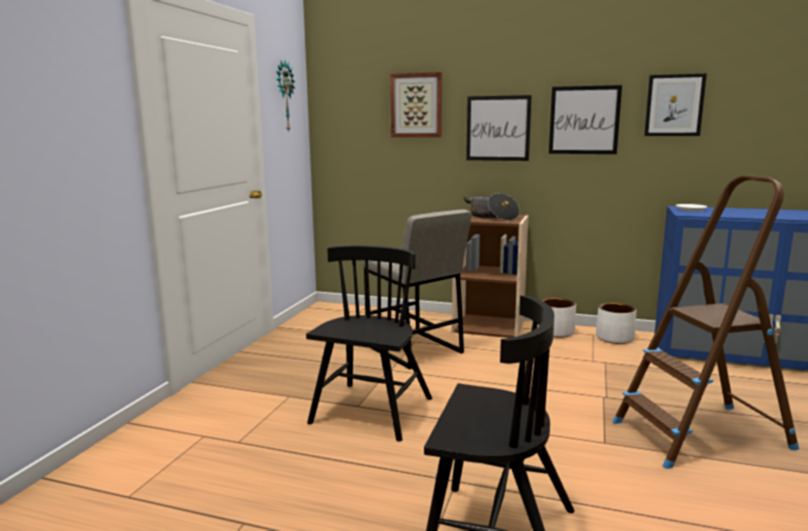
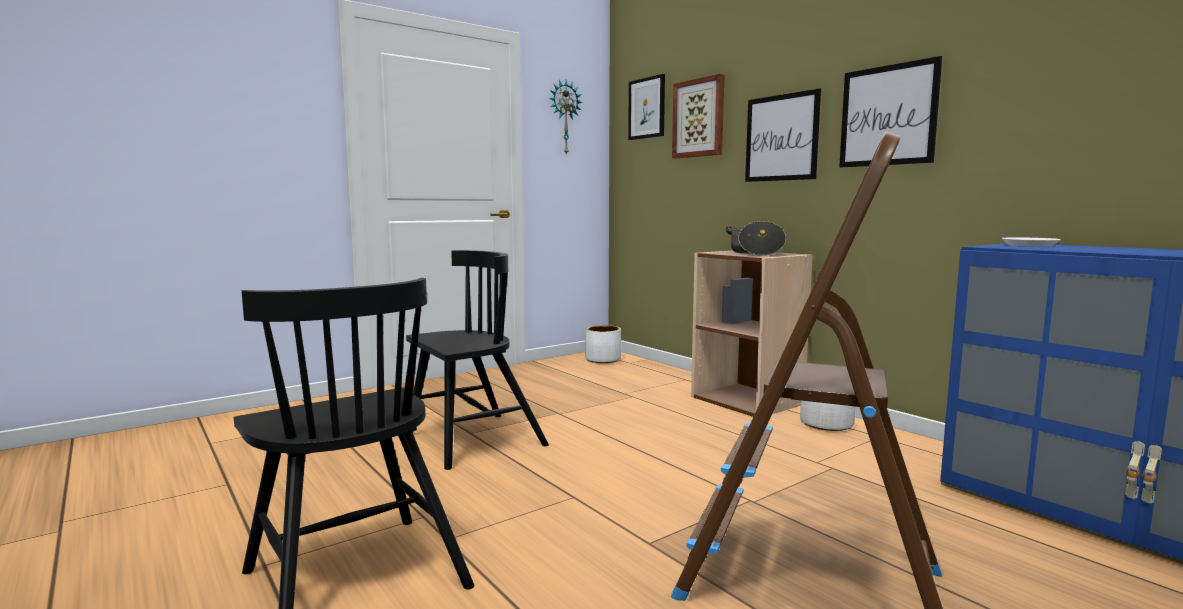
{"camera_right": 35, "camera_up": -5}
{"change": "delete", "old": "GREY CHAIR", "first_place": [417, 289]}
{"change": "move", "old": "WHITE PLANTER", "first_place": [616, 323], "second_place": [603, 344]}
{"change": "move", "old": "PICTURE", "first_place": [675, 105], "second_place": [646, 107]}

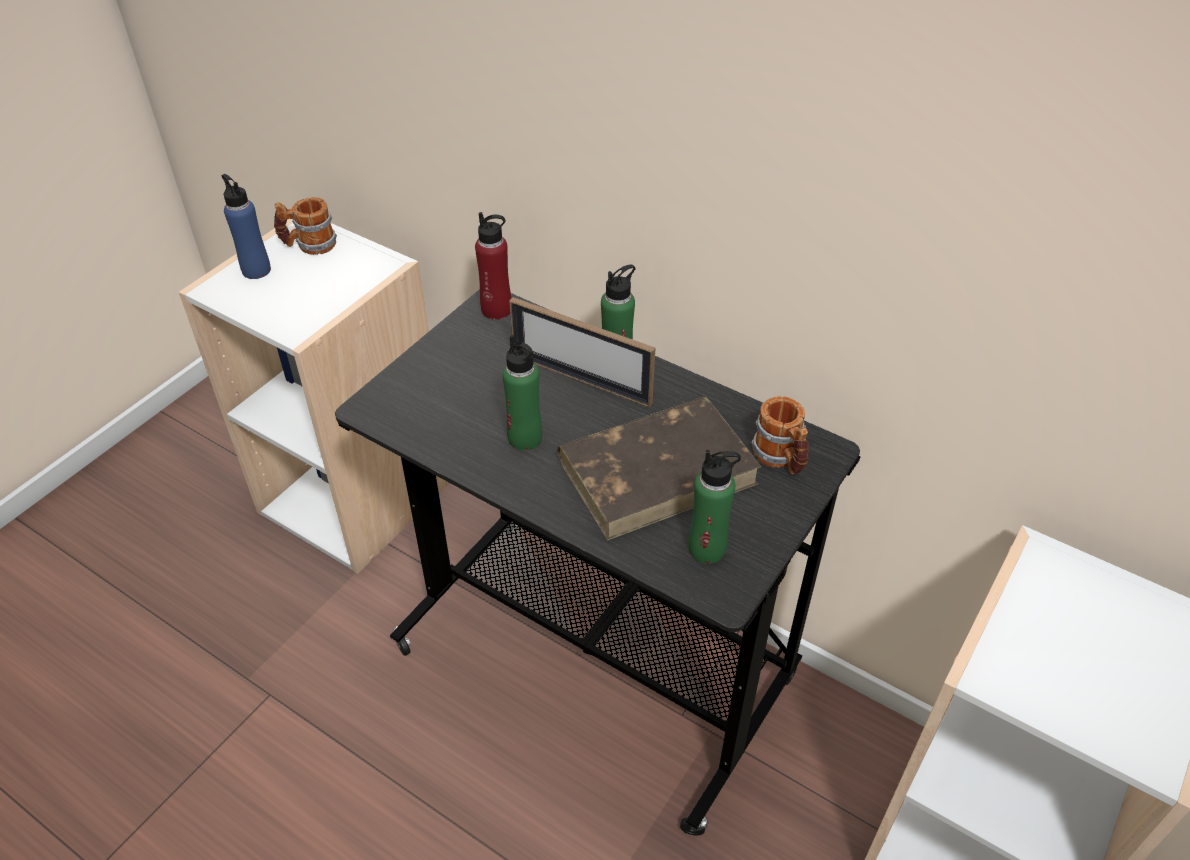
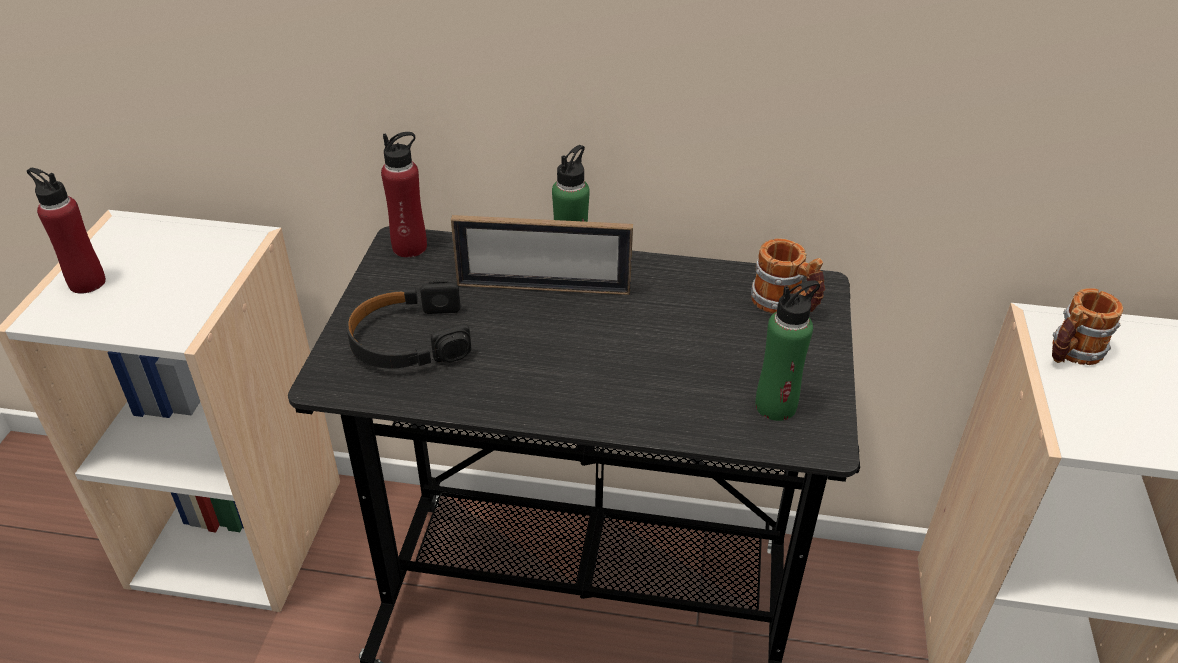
{"camera_right": -25, "camera_up": -5}
{"change": "recolor", "old": "BLUE BOTTLE", "new": "RED BOTTLE", "first_place": [246, 226], "second_place": [66, 231]}
{"change": "move", "old": "MUG", "first_place": [305, 226], "second_place": [1087, 326]}
{"change": "delete", "old": "GREEN BOTTLE", "first_place": [522, 392]}
{"change": "delete", "old": "BROWN BOOK", "first_place": [659, 469]}
{"change": "insert", "new": "BLACK HEADPHONES", "second_place": [408, 324]}

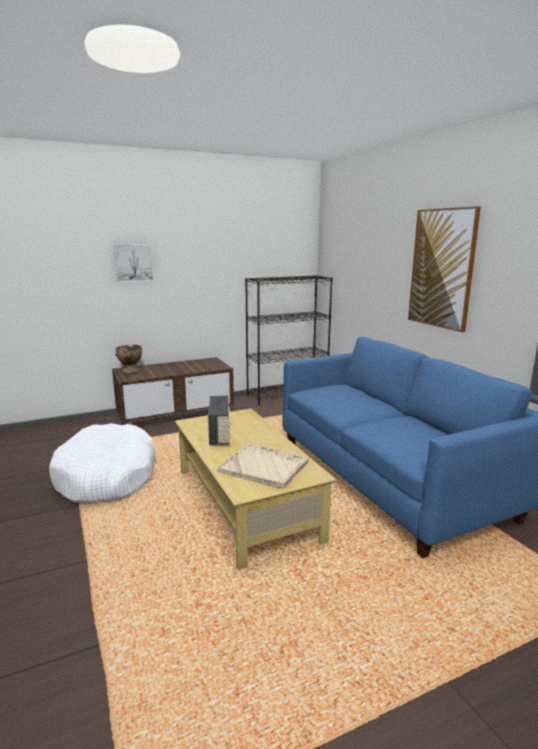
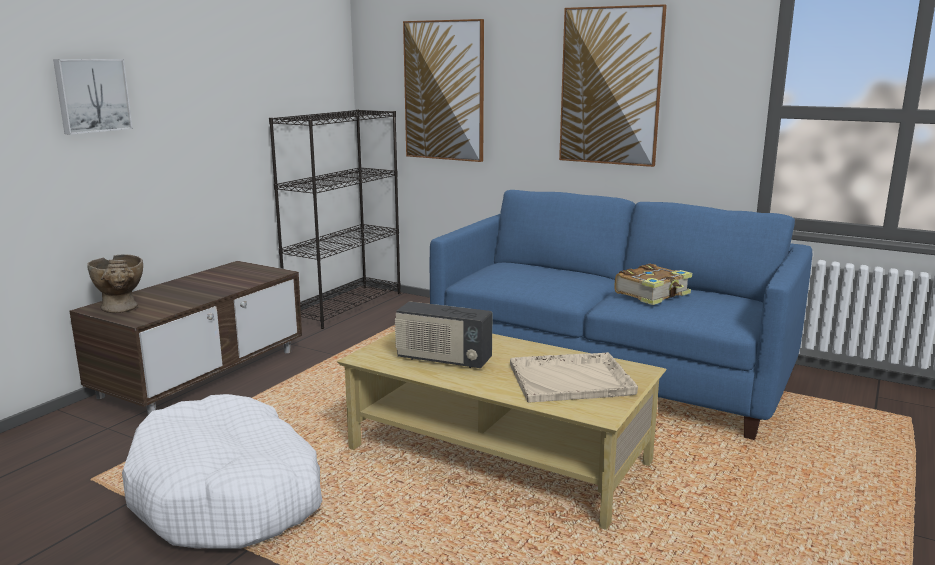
{"camera_right": -35, "camera_up": 0}
{"change": "rotate", "old": "RADIO", "first_place": [219, 420], "second_place": [443, 334], "degrees": 150}
{"change": "insert", "new": "PICTURE", "second_place": [443, 90]}
{"change": "insert", "new": "BOOK", "second_place": [653, 284]}

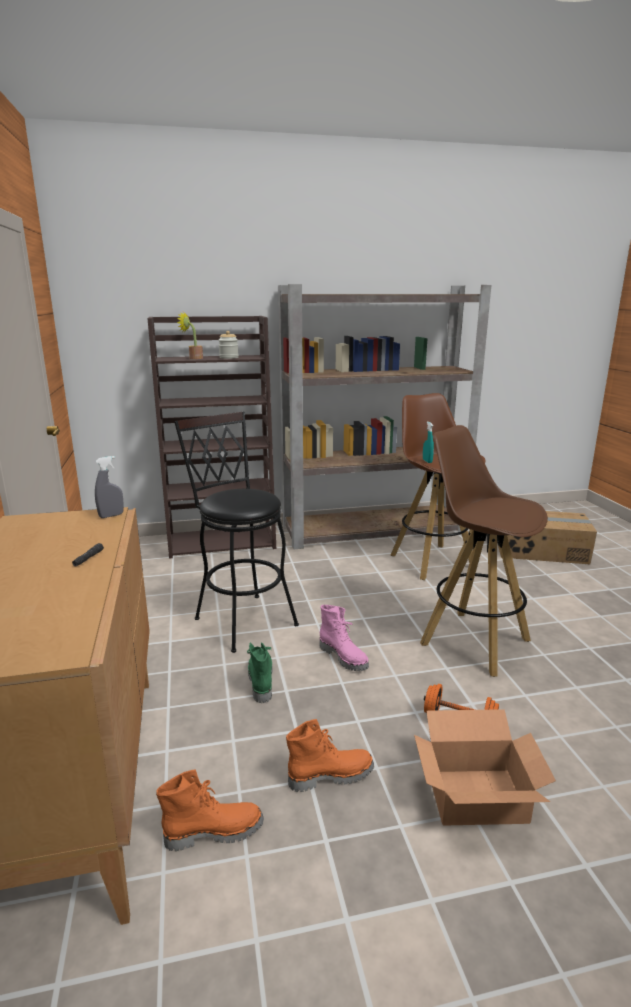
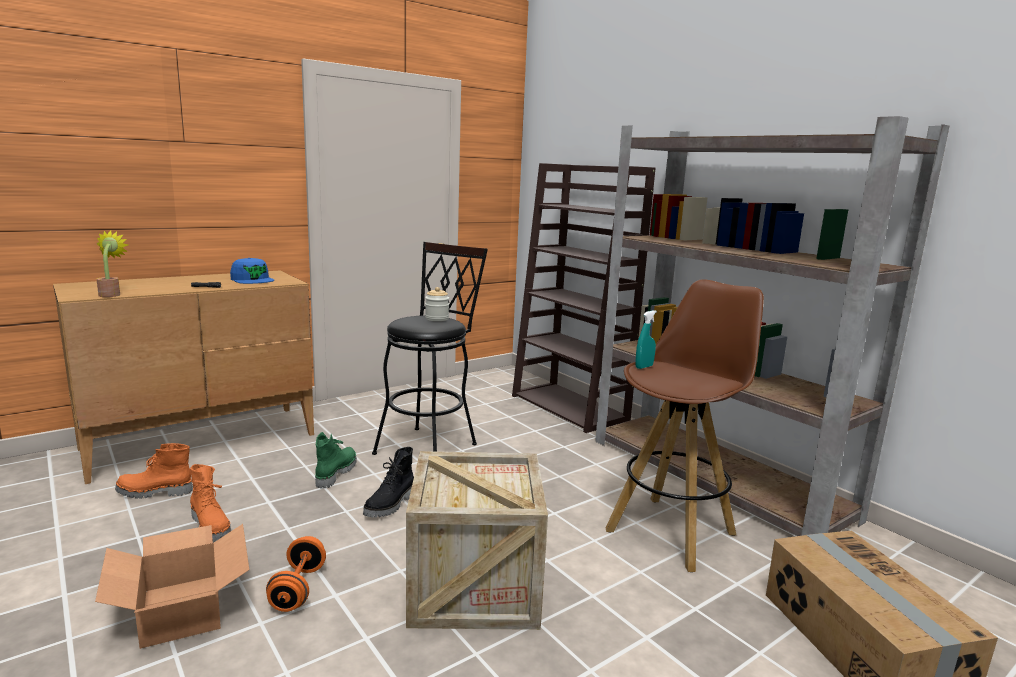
{"camera_right": 65, "camera_up": -5}
{"change": "delete", "old": "GREY SPRAY BOTTLE", "first_place": [109, 487]}
{"change": "rotate", "old": "ORANGE BOOT", "first_place": [210, 810], "second_place": [154, 471], "degrees": 120}
{"change": "move", "old": "POTTED PLANT", "first_place": [190, 335], "second_place": [112, 263]}
{"change": "move", "old": "JAR", "first_place": [229, 345], "second_place": [437, 304]}
{"change": "rotate", "old": "GREEN BOOT", "first_place": [260, 672], "second_place": [336, 460], "degrees": -45}
{"change": "recolor", "old": "PINK BOOT", "new": "BLACK BOOT", "first_place": [344, 638], "second_place": [388, 482]}
{"change": "replace", "old": "BROWN STOOL", "new": "CRATE", "first_place": [484, 551], "second_place": [477, 540]}
{"change": "insert", "new": "BLUE CAP", "second_place": [252, 271]}

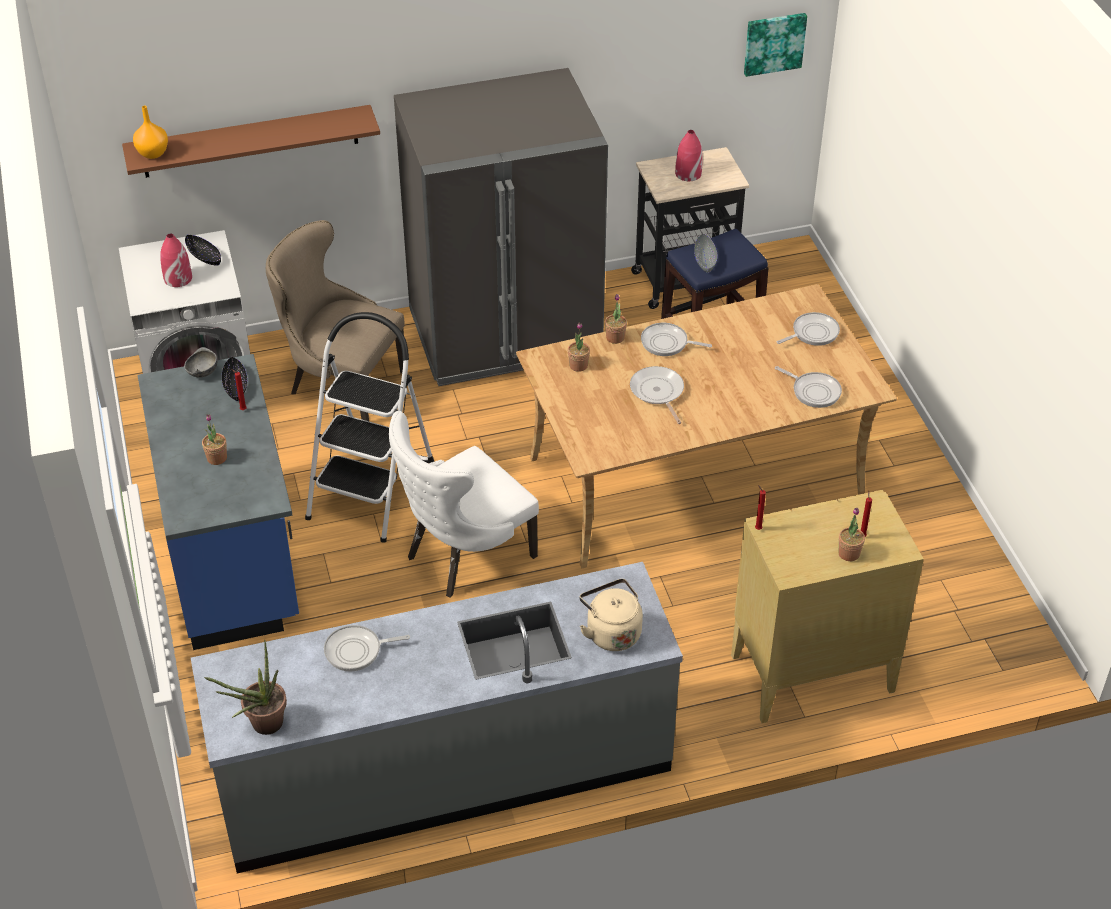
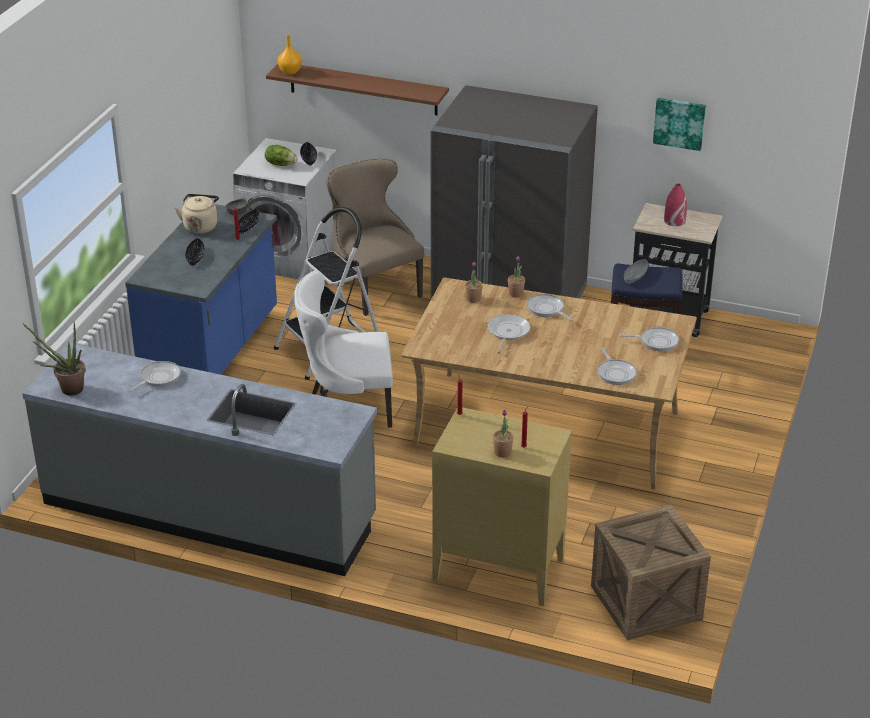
{"camera_right": 35, "camera_up": -10}
{"change": "replace", "old": "RED VASE", "new": "LETTUCE", "first_place": [176, 260], "second_place": [281, 155]}
{"change": "replace", "old": "POTTED PLANT", "new": "BLACK BOWL", "first_place": [214, 439], "second_place": [195, 252]}
{"change": "rotate", "old": "FRYING PAN", "first_place": [367, 648], "second_place": [155, 376], "degrees": 105}
{"change": "move", "old": "BEIGE KETTLE", "first_place": [611, 615], "second_place": [197, 214]}
{"change": "move", "old": "PICTURE", "first_place": [775, 45], "second_place": [679, 124]}
{"change": "insert", "new": "CRATE", "second_place": [651, 572]}

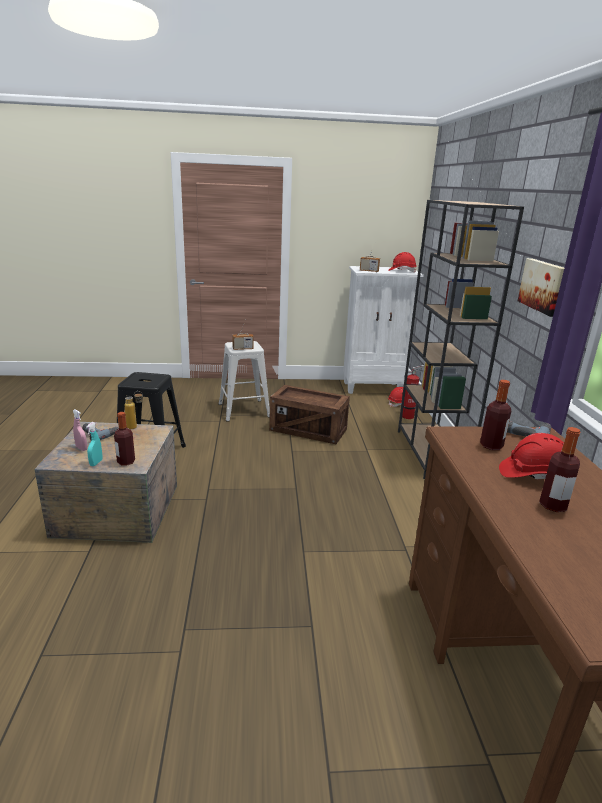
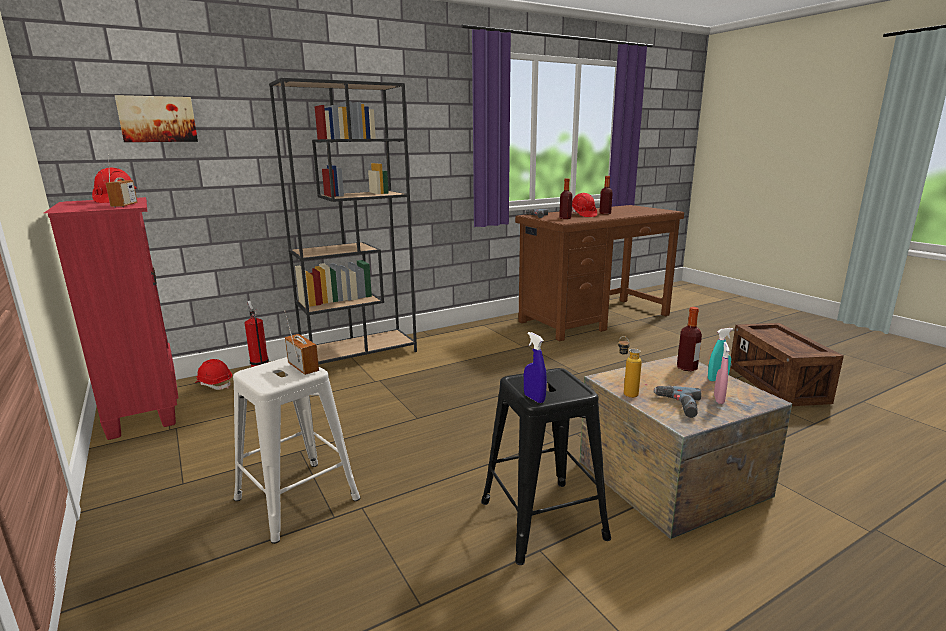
{"camera_right": -115, "camera_up": -5}
{"change": "move", "old": "CRATE", "first_place": [309, 414], "second_place": [787, 364]}
{"change": "recolor", "old": "WHITE CABINET", "new": "RED CABINET", "first_place": [383, 330], "second_place": [111, 318]}
{"change": "move", "old": "PICTURE", "first_place": [541, 287], "second_place": [156, 118]}
{"change": "insert", "new": "BLUE SPRAY BOTTLE", "second_place": [535, 367]}

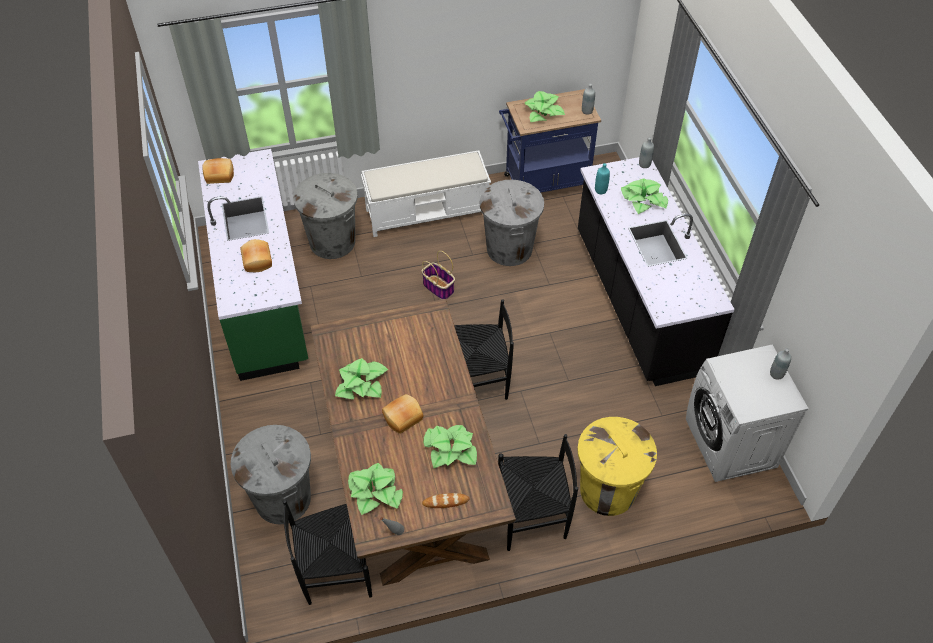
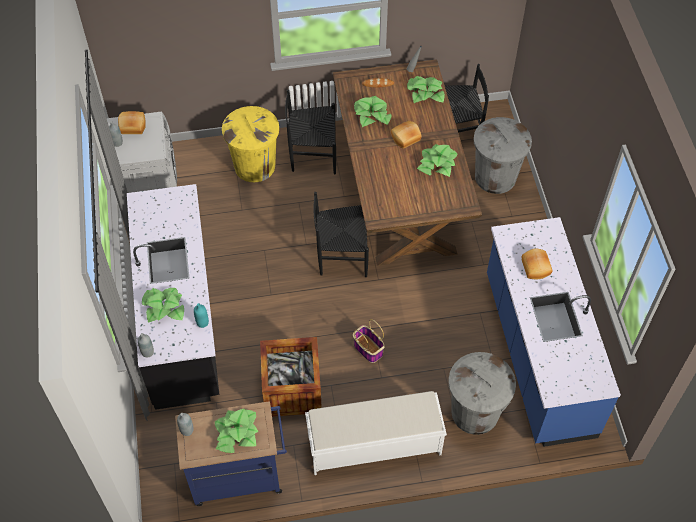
{"camera_right": -175, "camera_up": 5}
{"change": "recolor", "old": "GREEN COUNTER", "new": "BLUE COUNTER", "first_place": [253, 265], "second_place": [554, 332]}
{"change": "move", "old": "BREAD", "first_place": [218, 171], "second_place": [132, 122]}
{"change": "replace", "old": "GREY TRASH CAN", "new": "CRATE", "first_place": [512, 223], "second_place": [291, 377]}

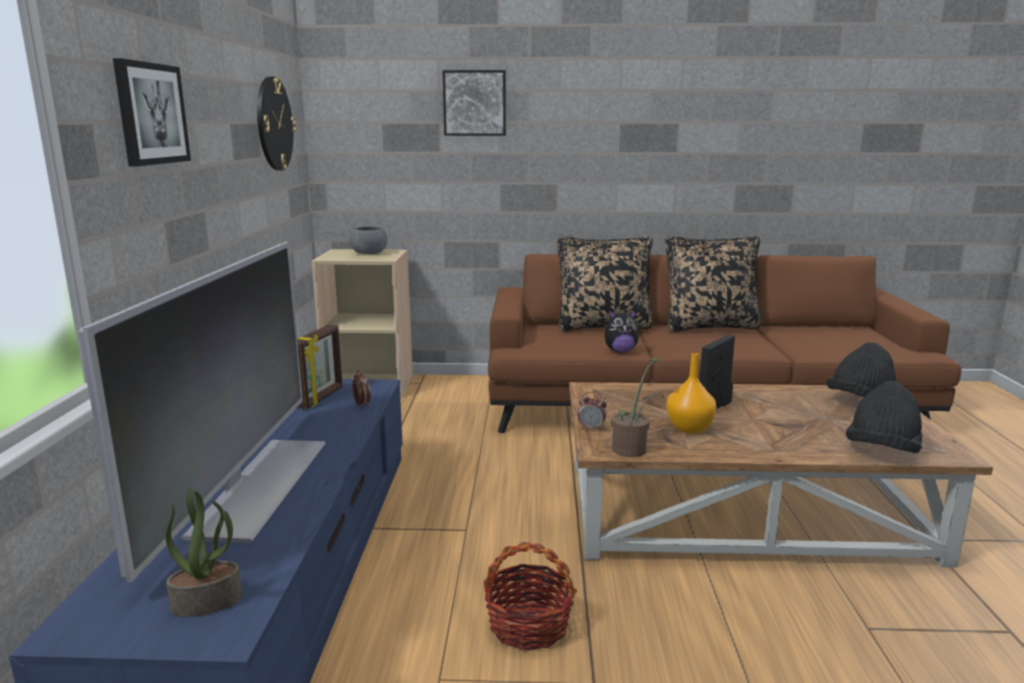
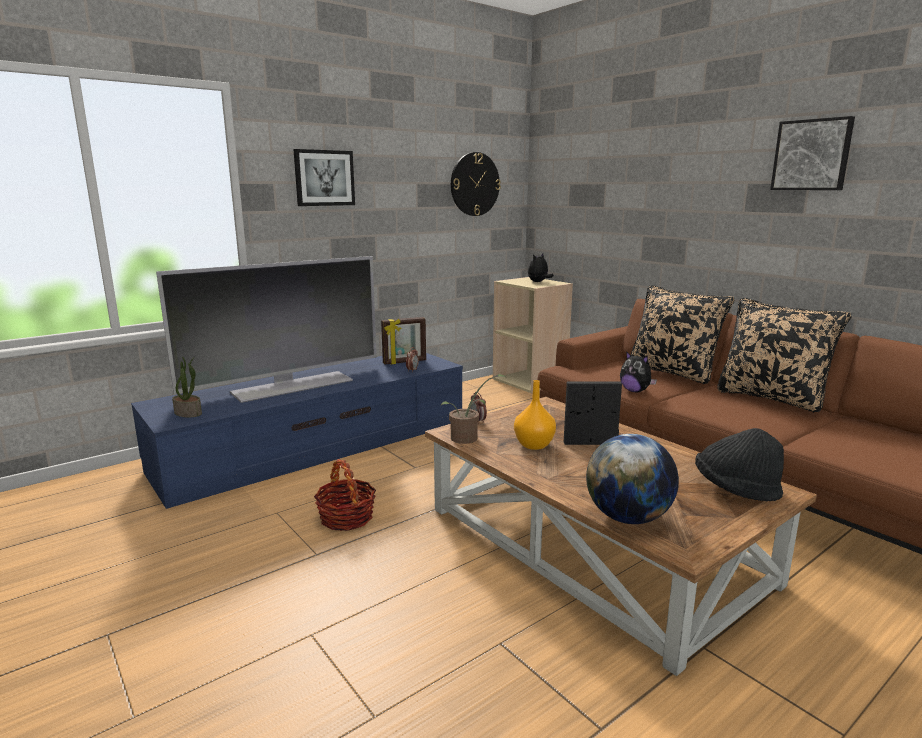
{"camera_right": 50, "camera_up": 0}
{"change": "replace", "old": "GREY BOWL", "new": "PLUSH TOY", "first_place": [368, 240], "second_place": [541, 267]}
{"change": "move", "old": "PICTURE", "first_place": [474, 103], "second_place": [812, 153]}
{"change": "replace", "old": "BLACK HAT", "new": "GLOBE", "first_place": [884, 417], "second_place": [632, 479]}

